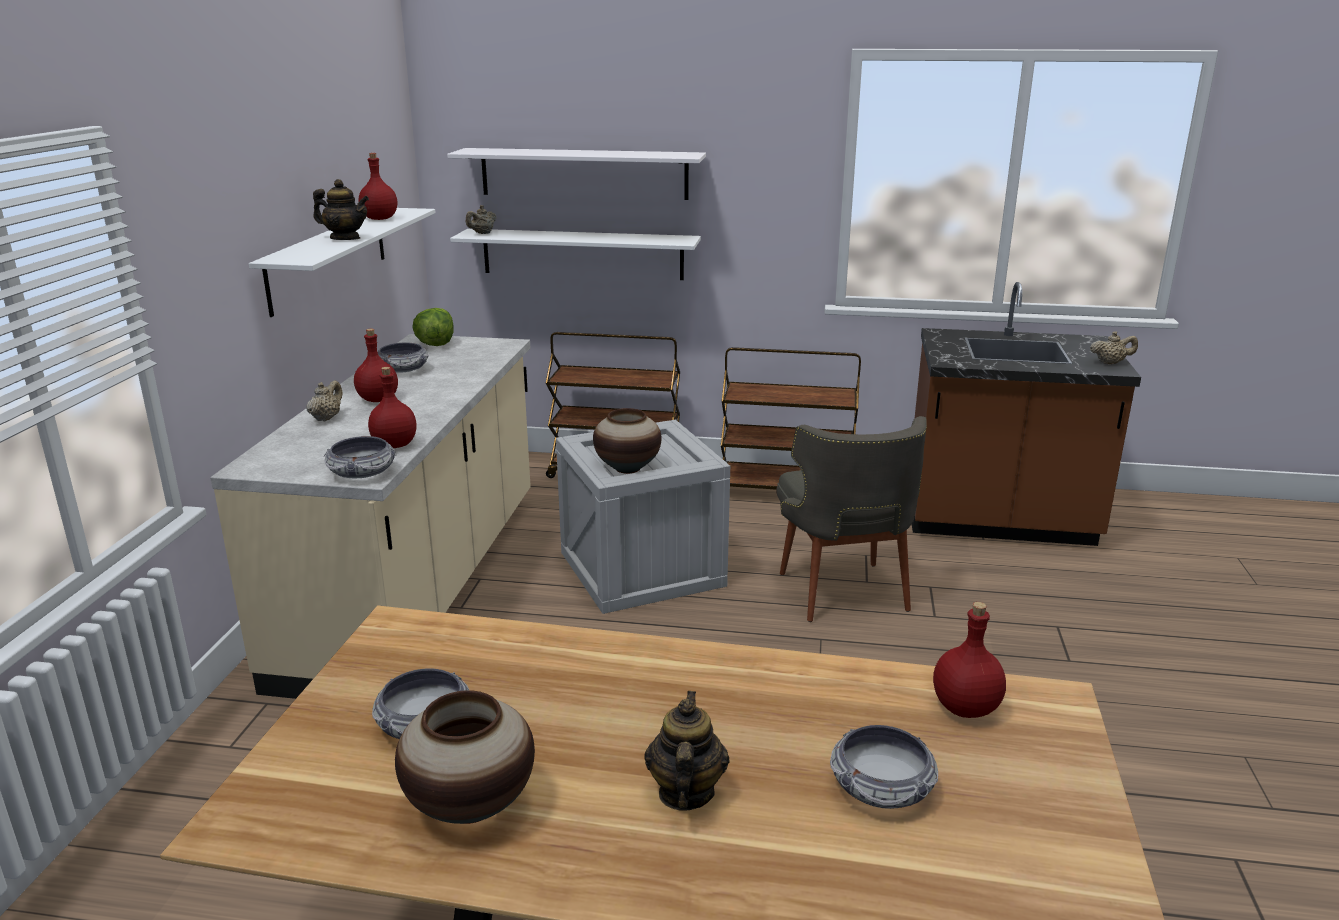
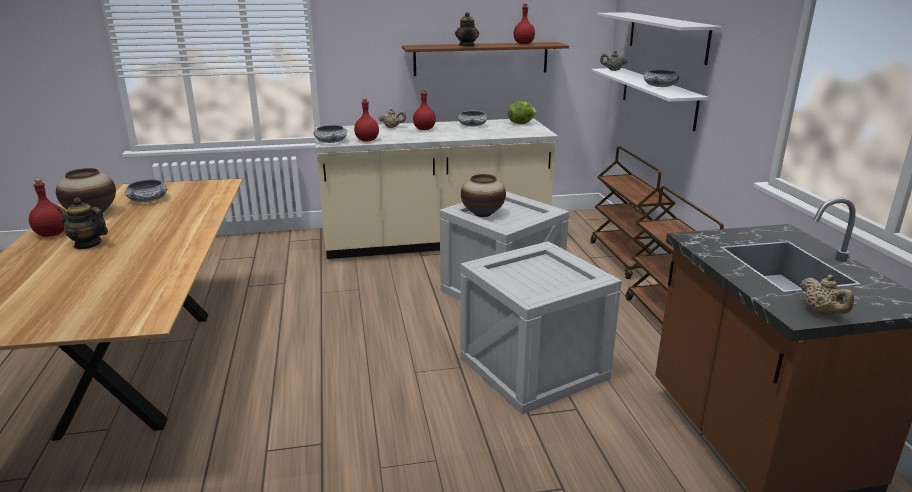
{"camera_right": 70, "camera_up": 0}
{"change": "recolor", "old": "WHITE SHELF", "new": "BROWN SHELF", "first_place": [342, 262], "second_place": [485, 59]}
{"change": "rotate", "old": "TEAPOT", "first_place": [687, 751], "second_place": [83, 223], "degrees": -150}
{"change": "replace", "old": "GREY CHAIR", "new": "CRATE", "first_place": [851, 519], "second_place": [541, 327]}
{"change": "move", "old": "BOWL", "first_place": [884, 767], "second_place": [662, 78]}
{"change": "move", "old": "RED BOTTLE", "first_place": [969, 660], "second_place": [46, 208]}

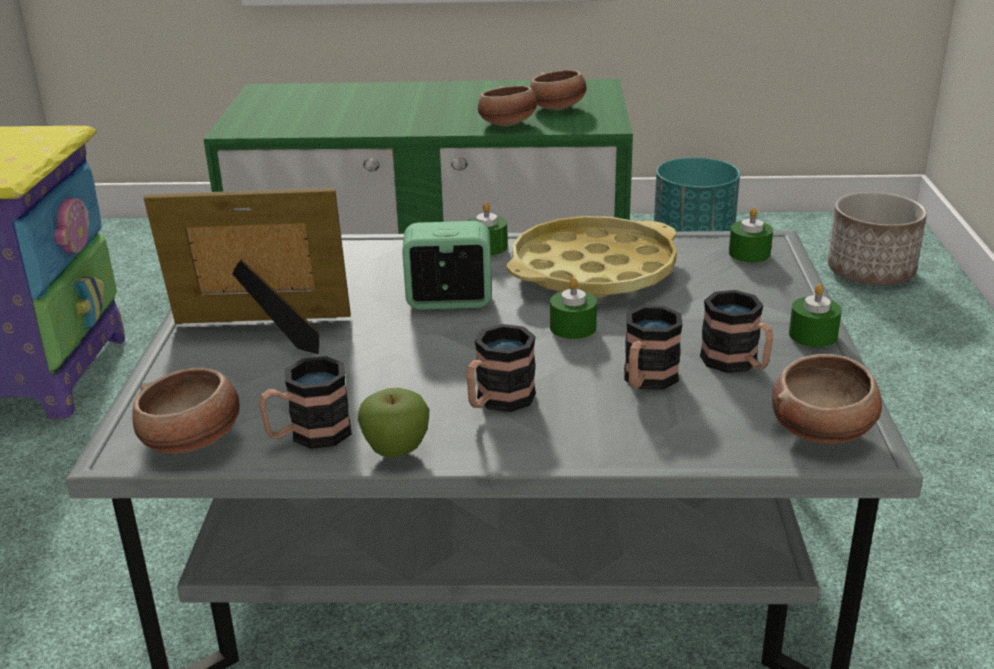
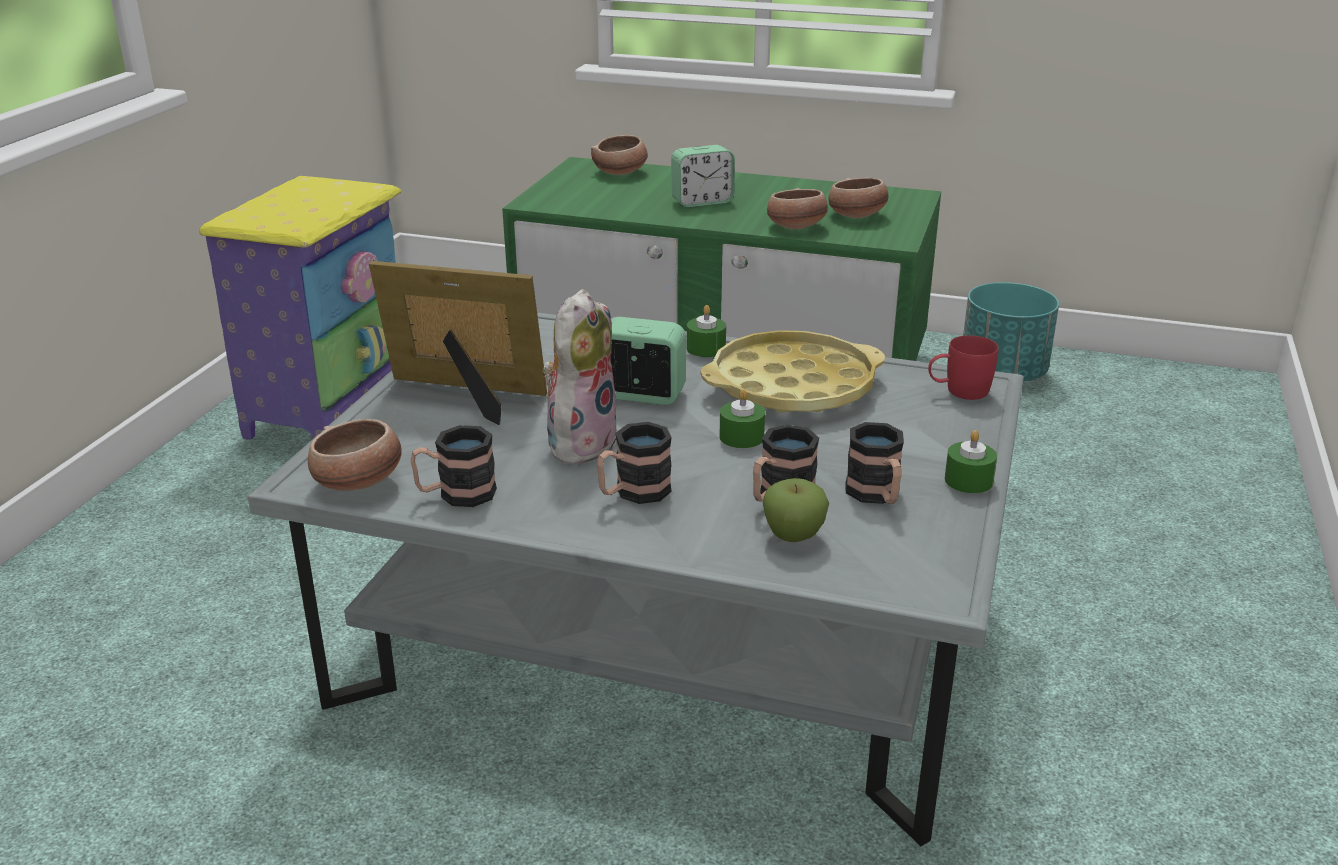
{"camera_right": 15, "camera_up": 0}
{"change": "move", "old": "APPLE", "first_place": [393, 423], "second_place": [796, 510]}
{"change": "replace", "old": "GREEN CANDLE", "new": "RED MUG", "first_place": [751, 235], "second_place": [963, 367]}
{"change": "move", "old": "BOWL", "first_place": [827, 399], "second_place": [619, 155]}
{"change": "delete", "old": "PLANTER", "first_place": [877, 238]}
{"change": "insert", "new": "PLUSH TOY", "second_place": [580, 377]}
{"change": "insert", "new": "ALARM CLOCK", "second_place": [703, 176]}

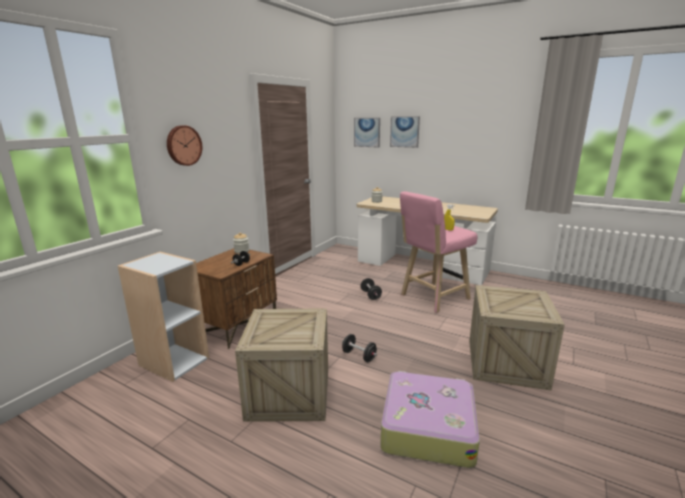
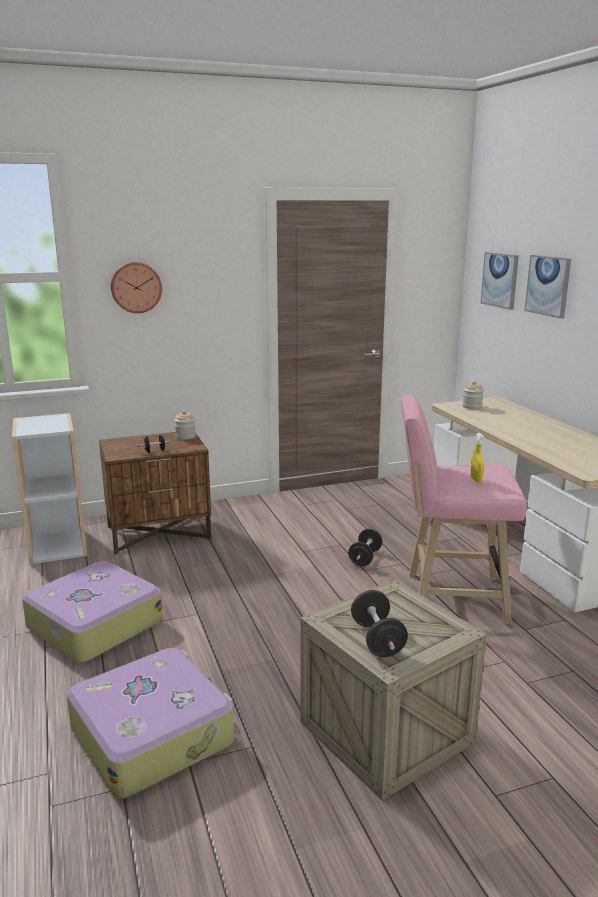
{"camera_right": 40, "camera_up": 0}
{"change": "replace", "old": "CRATE", "new": "SUITCASE", "first_place": [281, 365], "second_place": [92, 611]}
{"change": "move", "old": "BLACK DUMBBELL", "first_place": [359, 348], "second_place": [379, 623]}

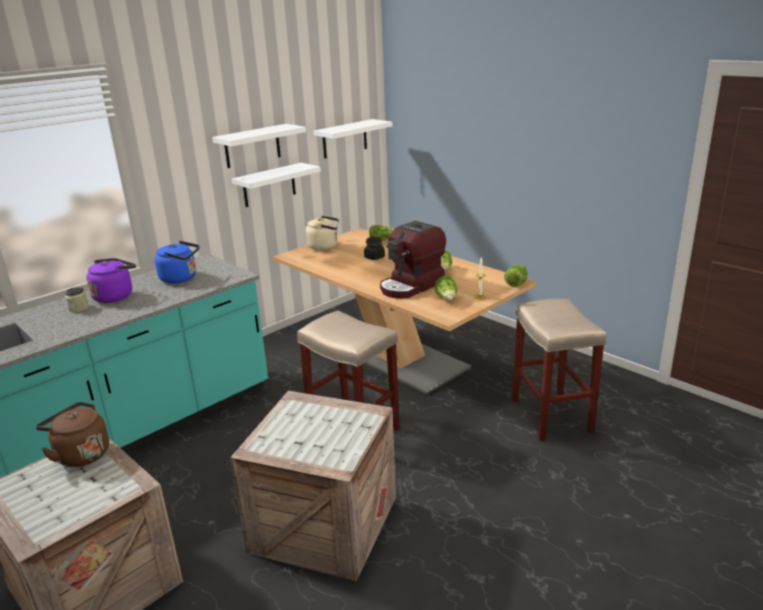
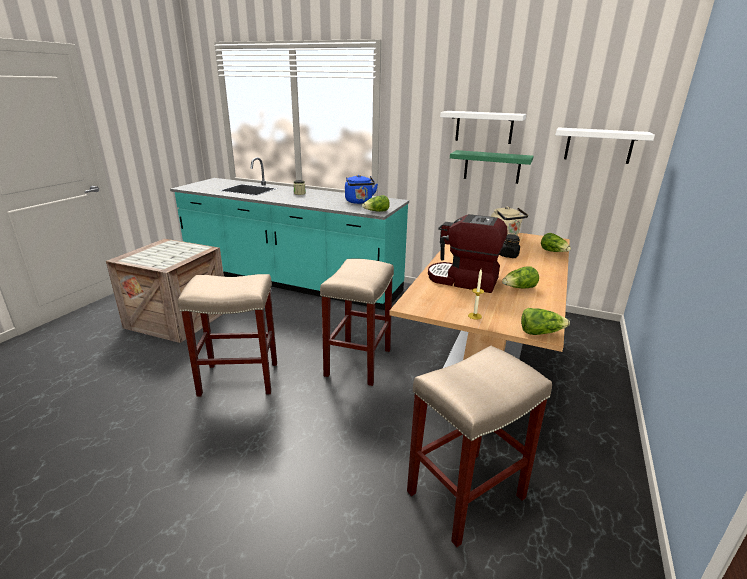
{"camera_right": 65, "camera_up": 0}
{"change": "delete", "old": "BROWN KETTLE", "first_place": [72, 434]}
{"change": "delete", "old": "PURPLE KETTLE", "first_place": [111, 280]}
{"change": "replace", "old": "CRATE", "new": "BEIGE STOOL", "first_place": [313, 486], "second_place": [227, 335]}
{"change": "recolor", "old": "WHITE SHELF", "new": "GREEN SHELF", "first_place": [276, 185], "second_place": [492, 167]}
{"change": "move", "old": "LETTUCE", "first_place": [446, 288], "second_place": [376, 203]}

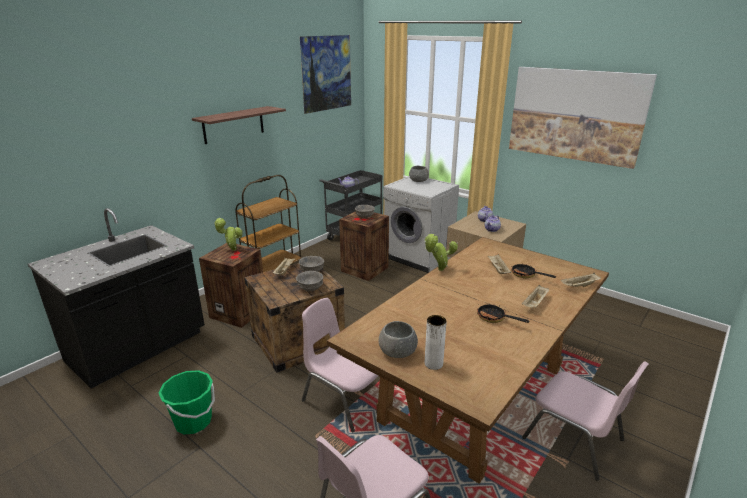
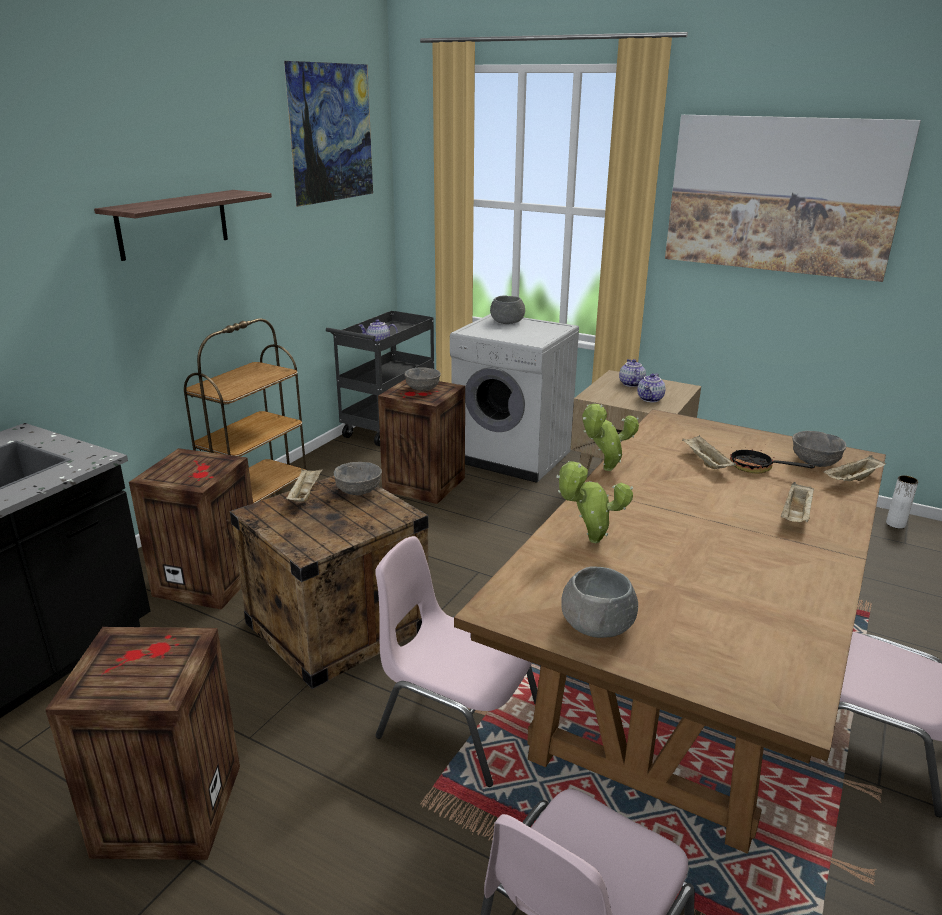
{"camera_right": -10, "camera_up": 0}
{"change": "replace", "old": "GREEN BUCKET", "new": "CRATE", "first_place": [187, 402], "second_place": [142, 743]}
{"change": "move", "old": "POTTED PLANT", "first_place": [228, 234], "second_place": [594, 502]}
{"change": "move", "old": "GREY BOWL", "first_place": [309, 281], "second_place": [819, 449]}
{"change": "move", "old": "WHITE VASE", "first_place": [436, 342], "second_place": [902, 502]}
{"change": "delete", "old": "FRYING PAN", "first_place": [503, 314]}

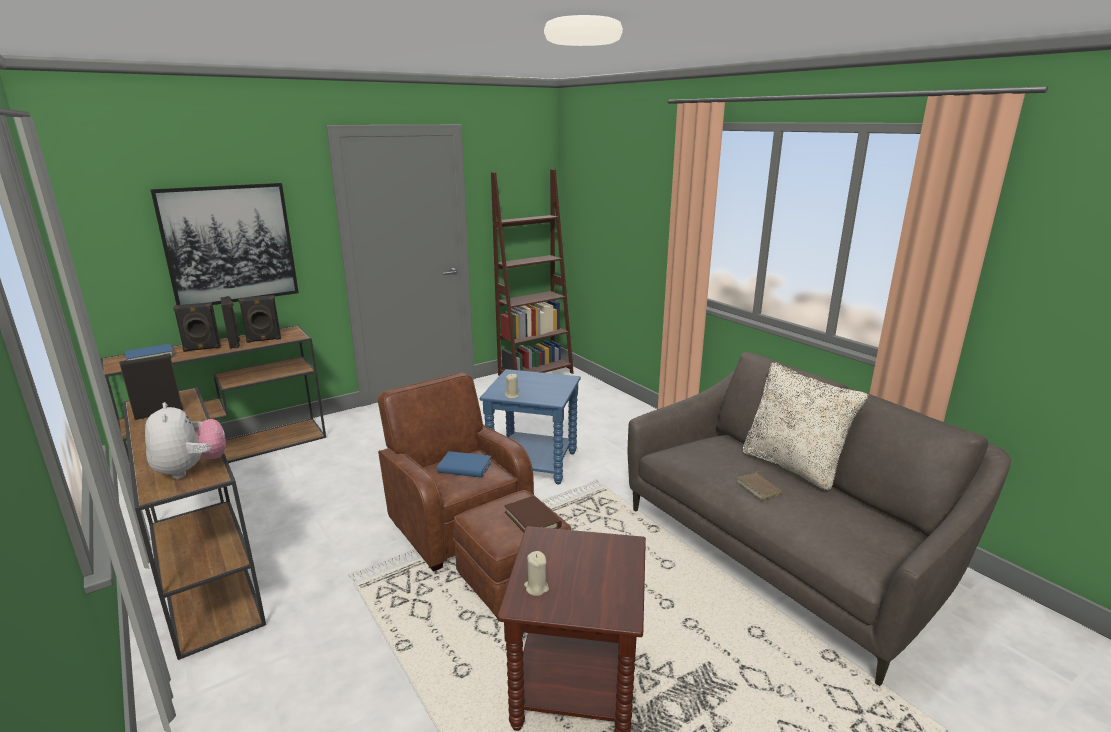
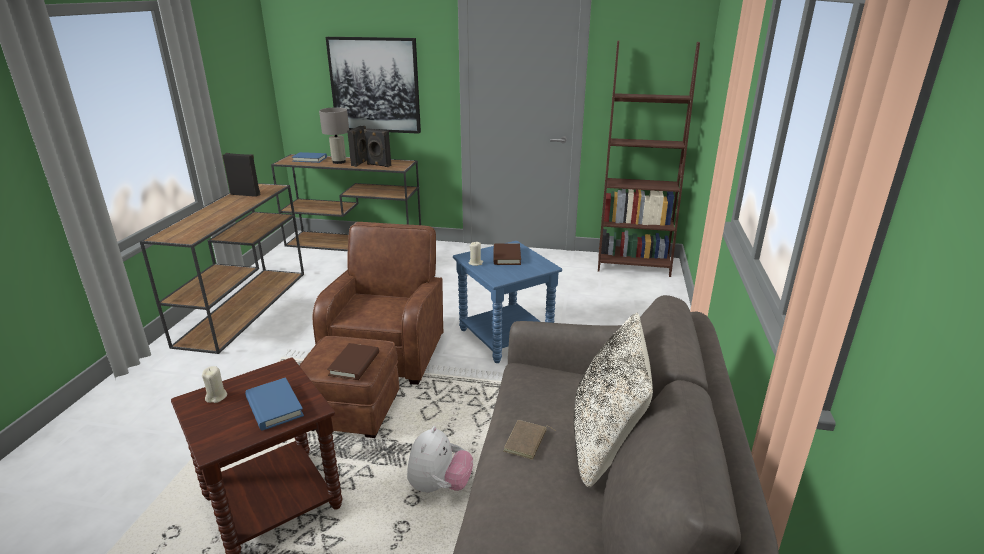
{"camera_right": 45, "camera_up": 5}
{"change": "move", "old": "PLUSH TOY", "first_place": [185, 440], "second_place": [440, 459]}
{"change": "replace", "old": "BLACK SPEAKER", "new": "GREY TABLE LAMP", "first_place": [197, 327], "second_place": [334, 135]}
{"change": "move", "old": "BLUE BOOK", "first_place": [464, 464], "second_place": [274, 404]}
{"change": "insert", "new": "BROWN BOOK", "second_place": [507, 254]}

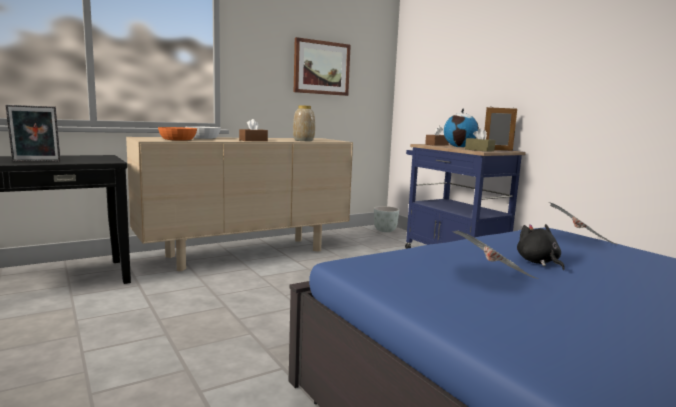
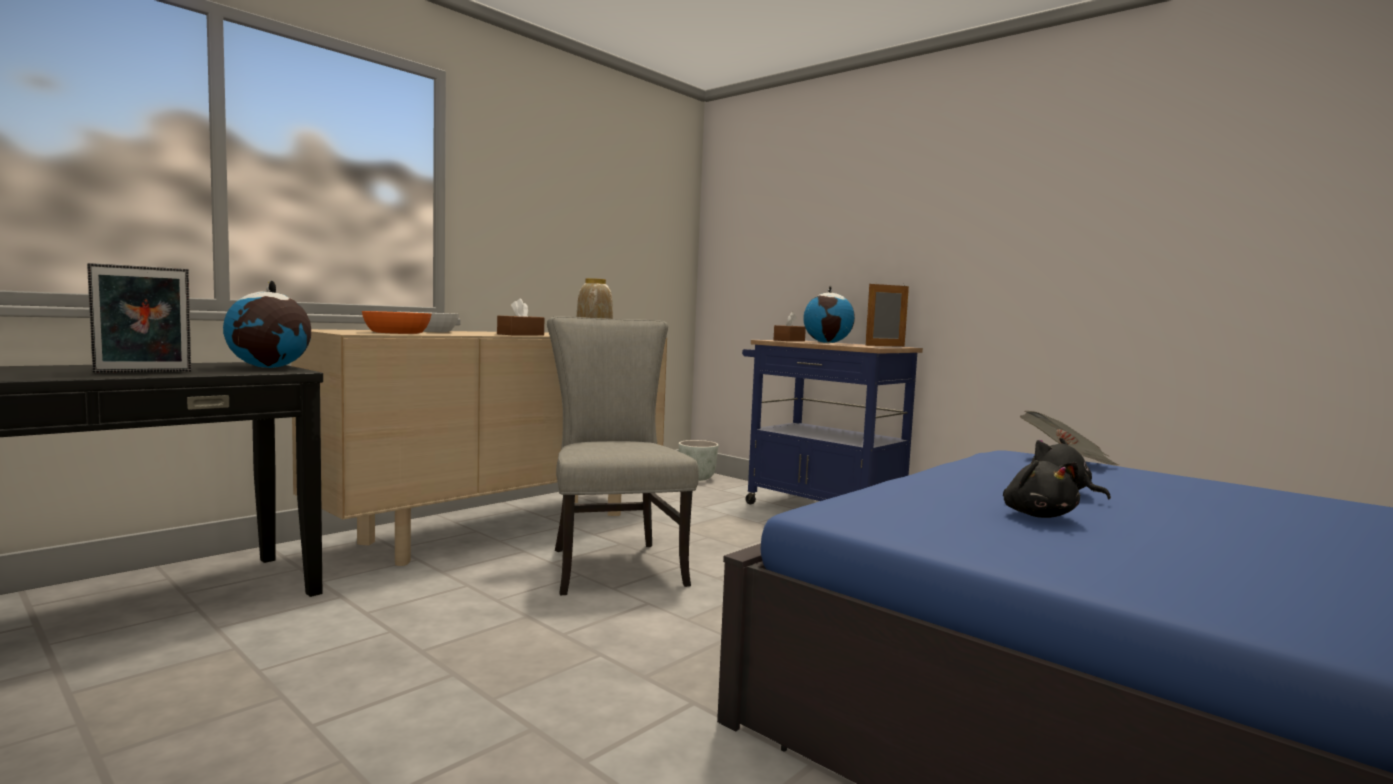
{"camera_right": -15, "camera_up": -5}
{"change": "delete", "old": "PICTURE", "first_place": [322, 66]}
{"change": "replace", "old": "NEWSPAPER", "new": "BLACK PLUSH TOY", "first_place": [495, 254], "second_place": [1041, 489]}
{"change": "delete", "old": "BROWN TISSUE BOX", "first_place": [480, 140]}
{"change": "insert", "new": "GLOBE", "second_place": [267, 324]}
{"change": "insert", "new": "GREY CHAIR", "second_place": [623, 456]}

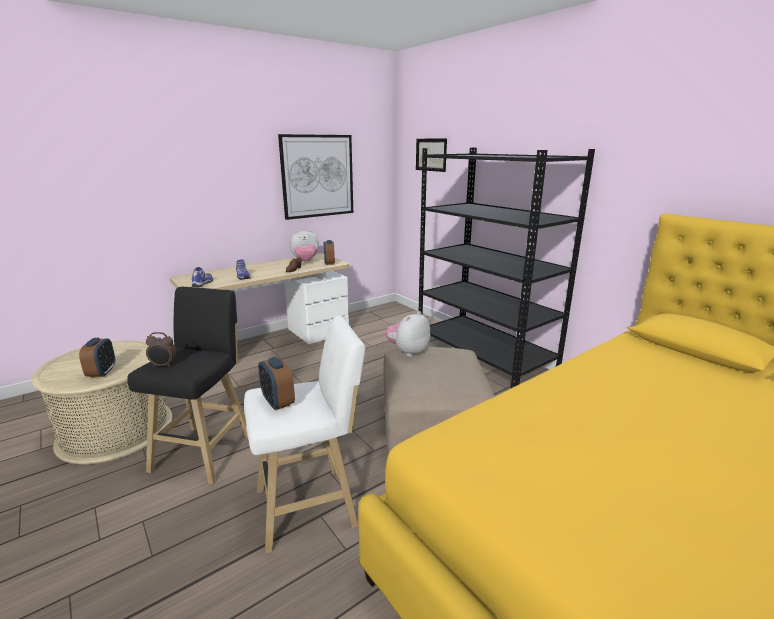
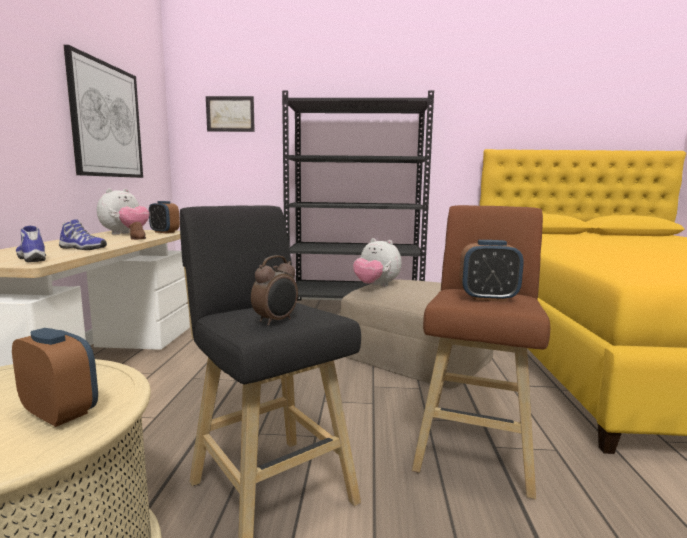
{"camera_right": -50, "camera_up": -10}
{"change": "recolor", "old": "WHITE STOOL", "new": "BROWN STOOL", "first_place": [304, 435], "second_place": [481, 352]}
{"change": "rotate", "old": "PLUSH TOY", "first_place": [408, 334], "second_place": [377, 262], "degrees": -45}

